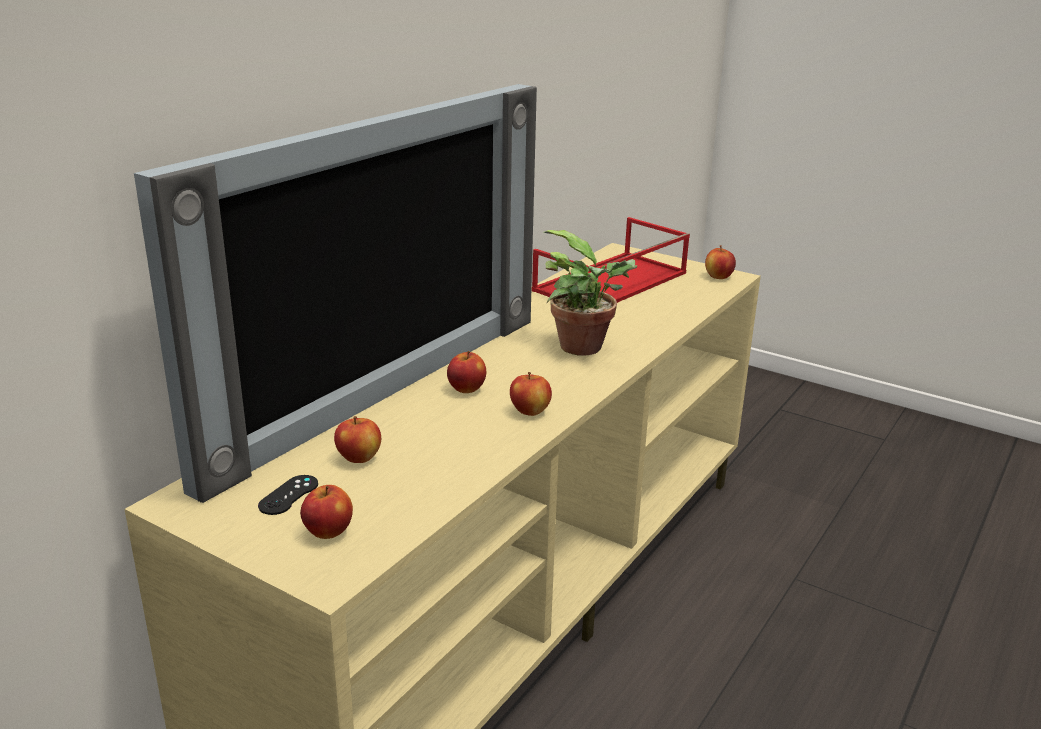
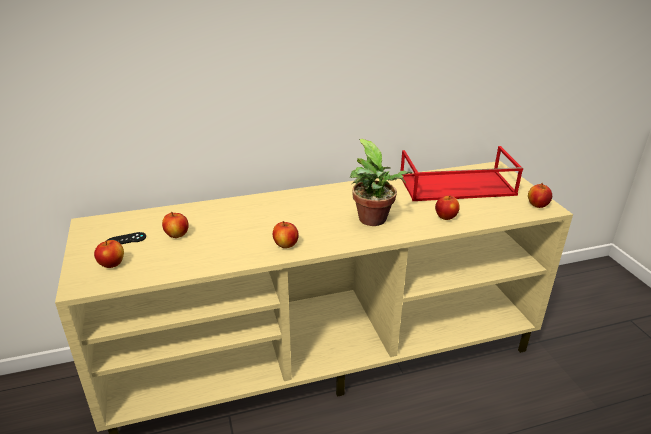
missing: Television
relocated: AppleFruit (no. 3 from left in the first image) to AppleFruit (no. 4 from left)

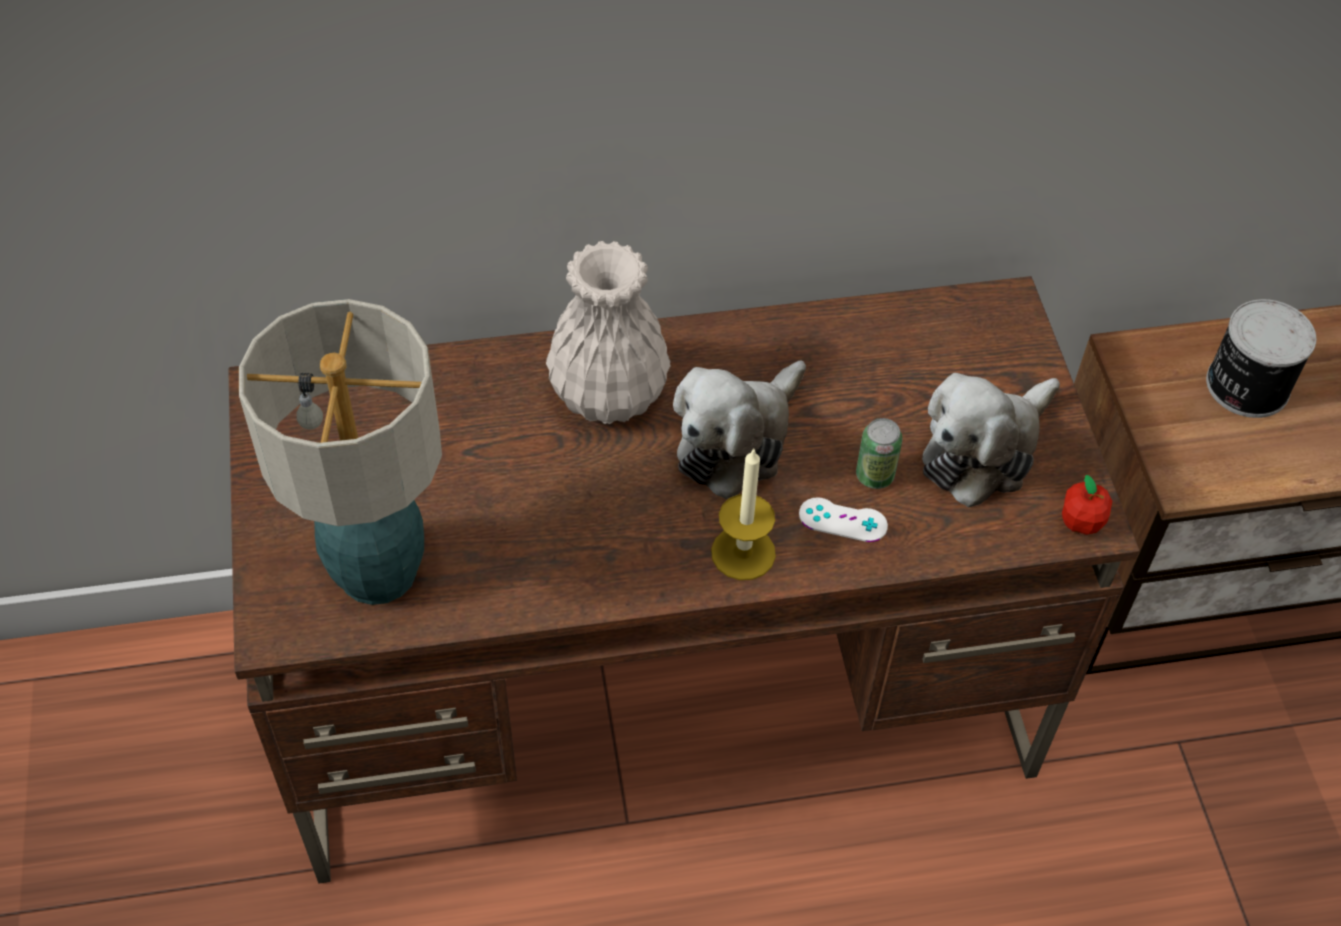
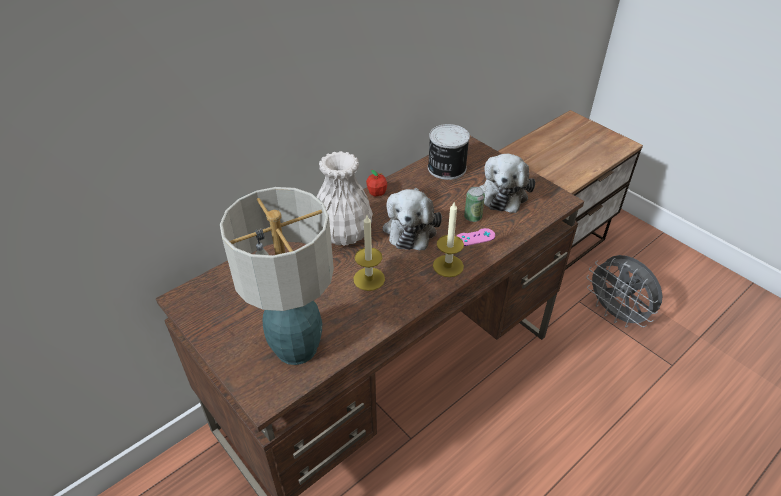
appeared: WaxLight (no. 1 from left); GreyElectricFan
relocated: Can (no. 2 from left in the first image) to Can (no. 1 from left); AppleFruit
colour: WhiteColouredGamepad to PinkColouredGamepad

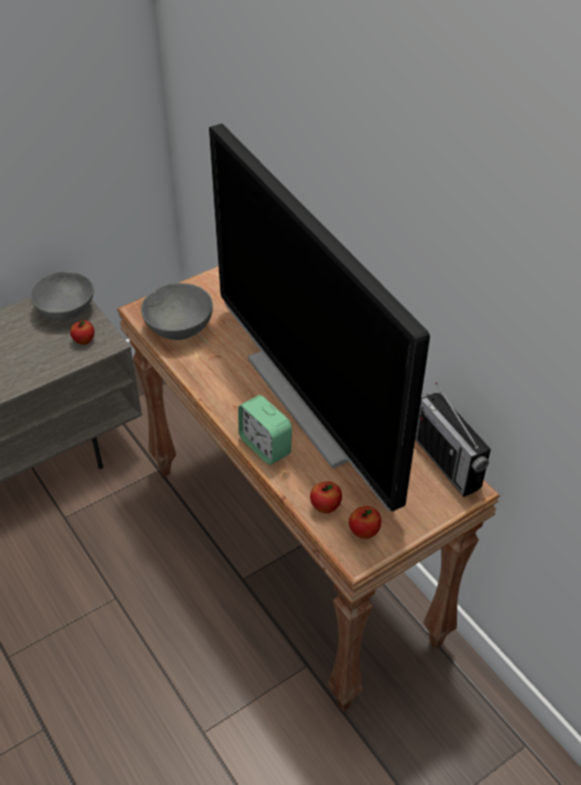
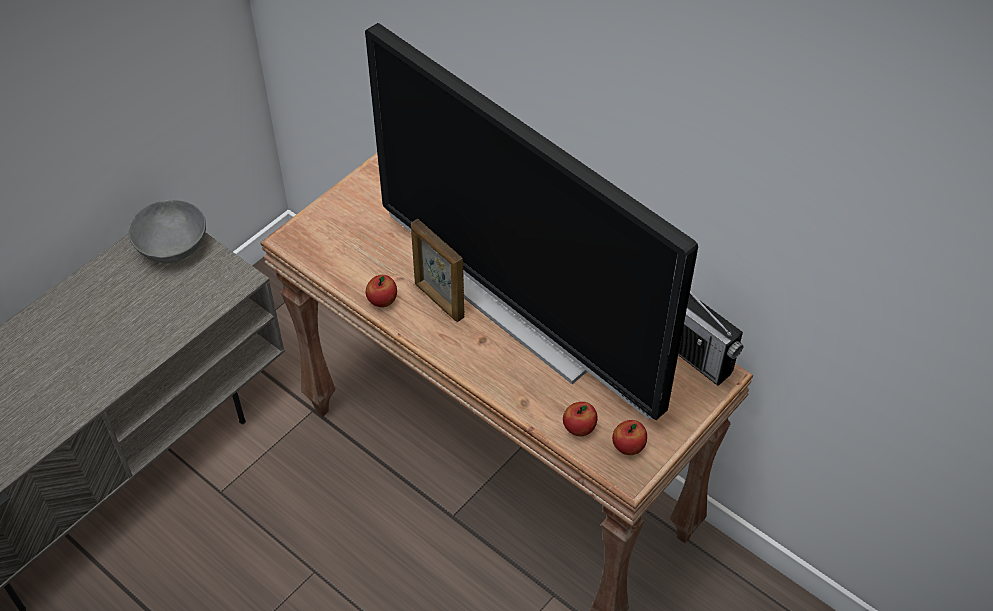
missing: GreyServingBowl (no. 2 from left); TableClock
appeared: PictureFrame
relocated: AppleFruit (no. 1 from left)

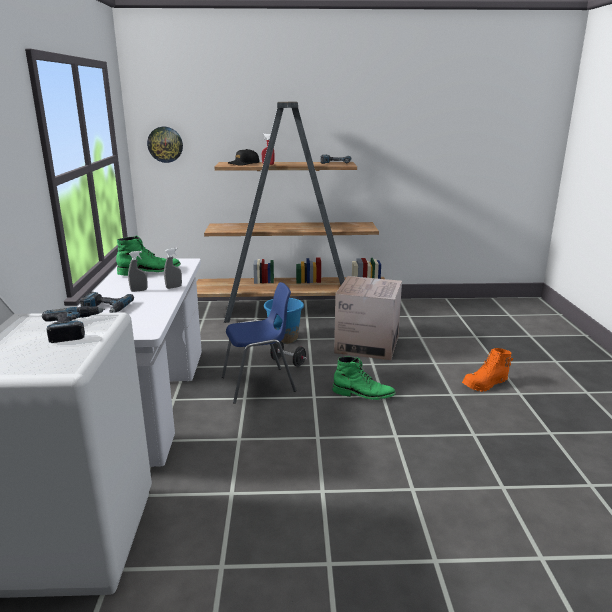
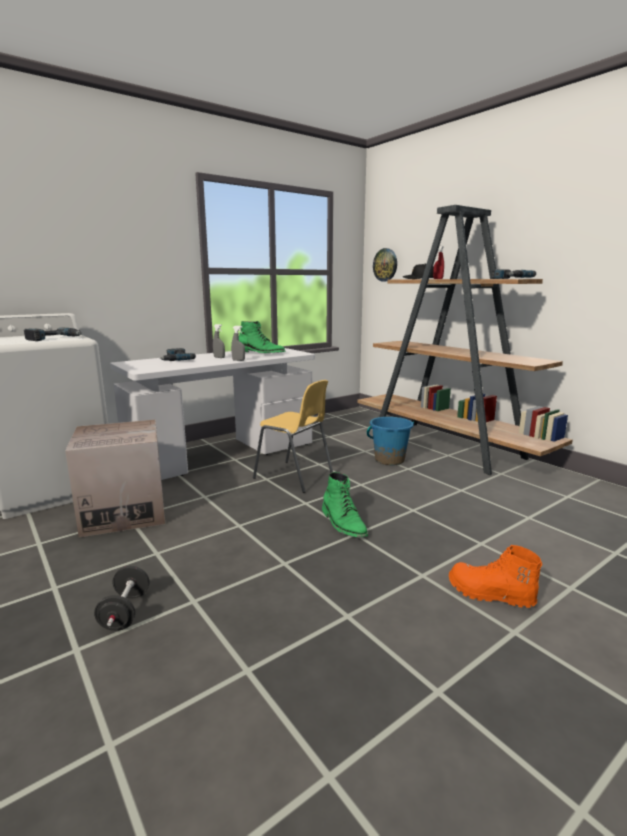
relocated: PackingBox; BlackColouredFreeWeight
colour: BlueChair to YellowChair

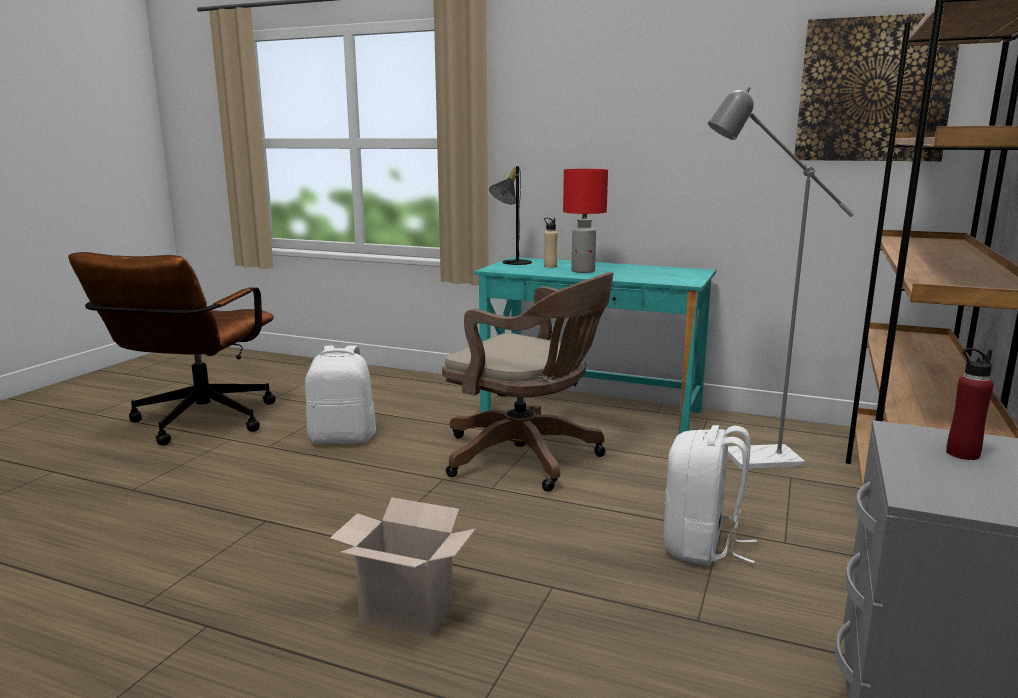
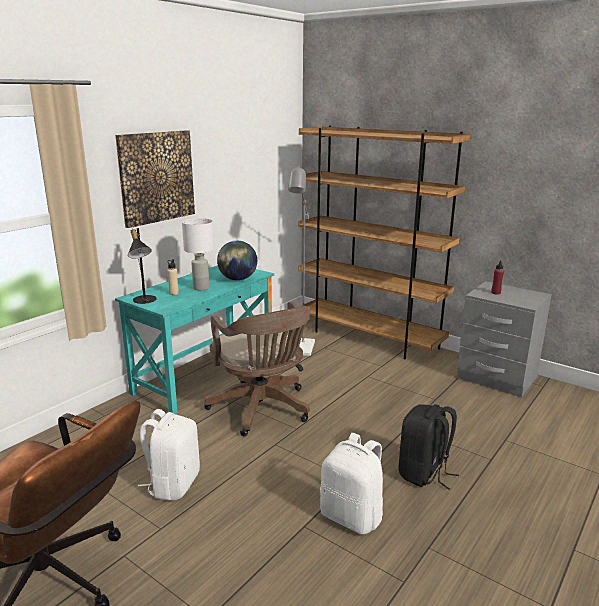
appeared: DeskGlobe
relocated: Picture; WhiteColouredBackpack (no. 2 from left)
exchanged: PackingBox to BlackColouredBackpack
colour: ReddishTableLamp to WhiteColouredTableLamp
spun: BrownColouredComputerChair (no. 2 from left) 105 degrees clockwise

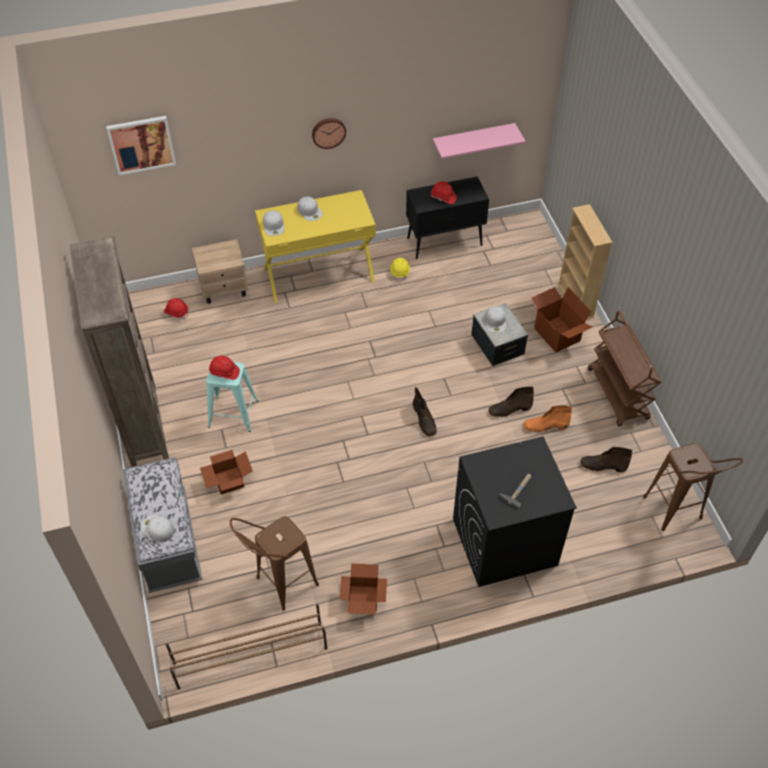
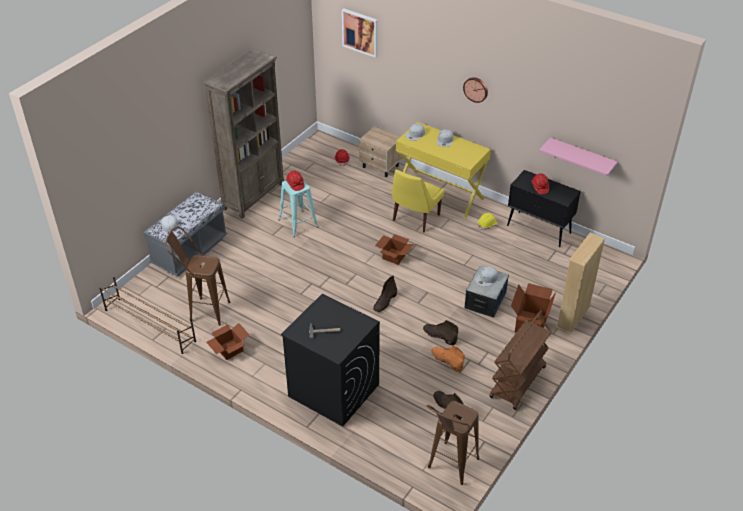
appeared: YellowChair
relocated: PackingBox (no. 1 from left in the first image) to PackingBox (no. 2 from left)

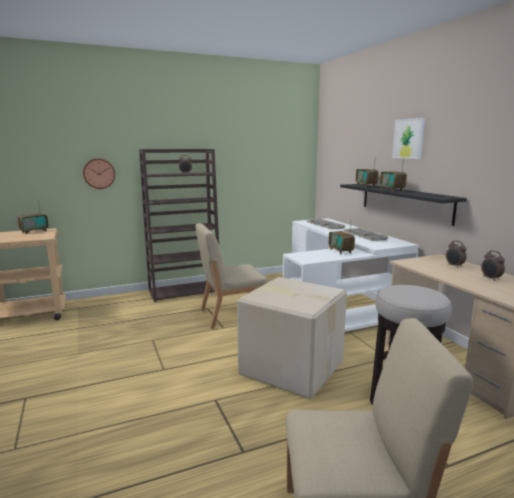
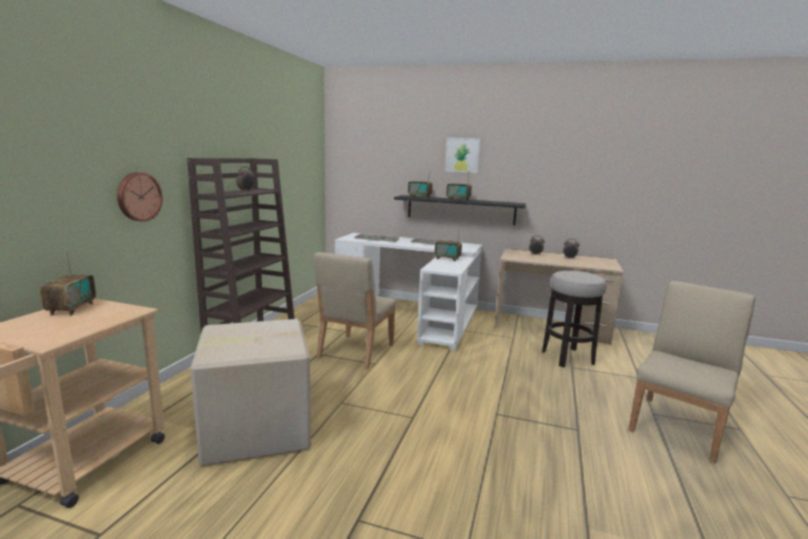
relocated: PackingBox

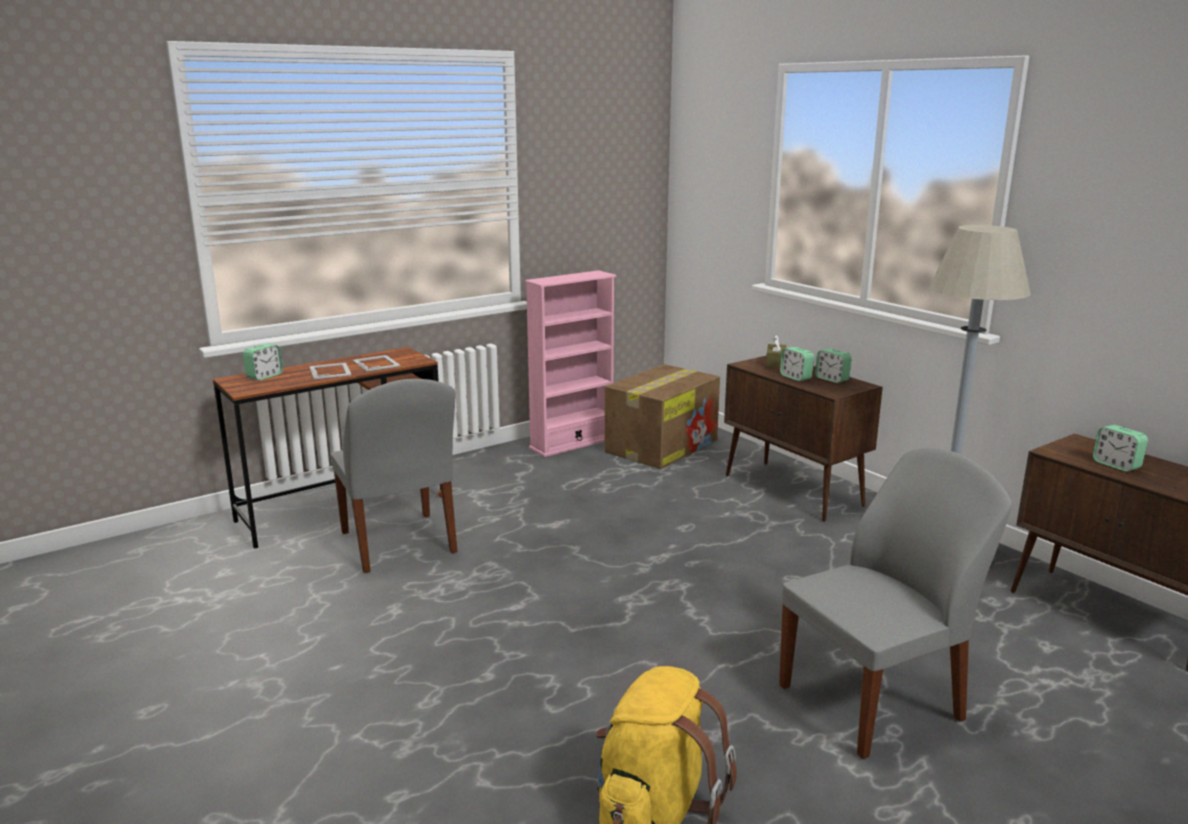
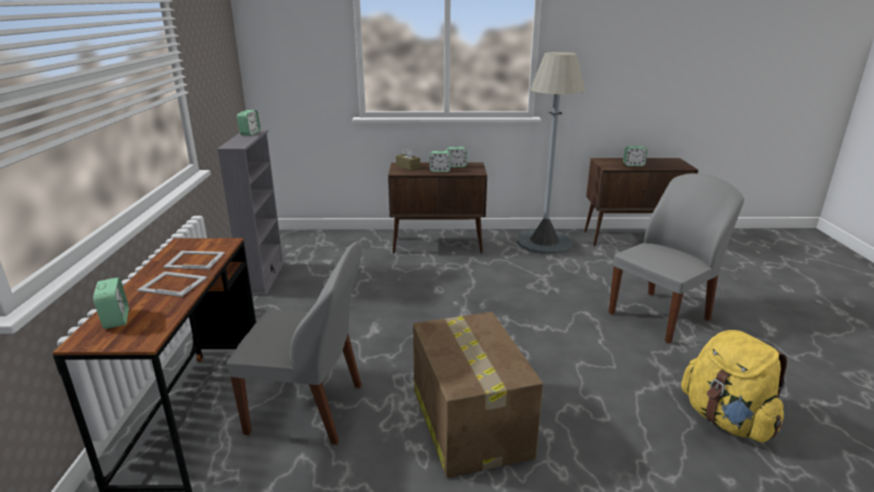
appeared: TableClock (no. 2 from left)
relocated: PackingBox
colour: PinkColouredBookcase to GreyBookcase
spun: GreyChair (no. 2 from left) 45 degrees clockwise

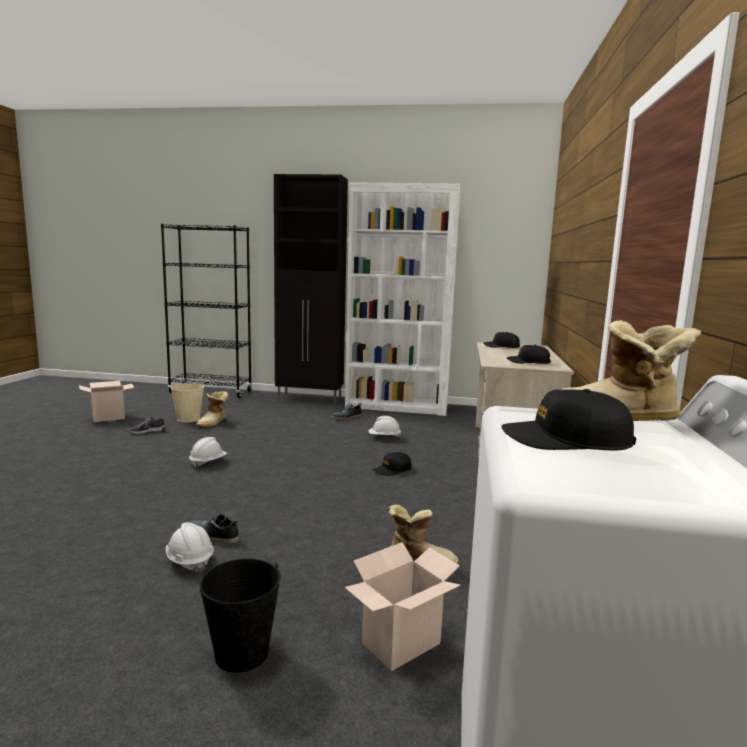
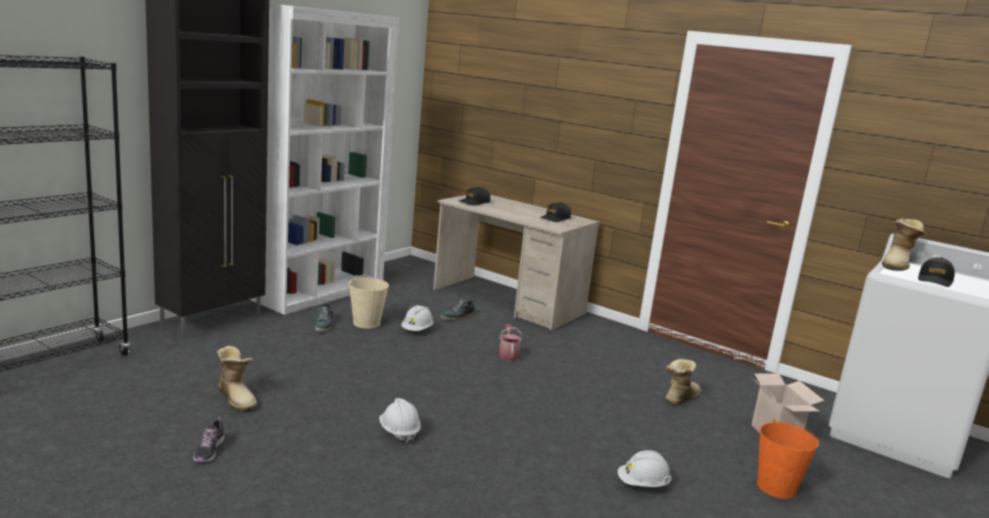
missing: PackingBox (no. 1 from left)
relocated: SandColouredWaterBucket; LowShoe (no. 2 from left in the first image) to LowShoe (no. 3 from left)
exchanged: BlackColouredPeakedCap (no. 1 from left) to WateringCan
colour: BlackColouredWaterBucket to OrangeColouredWaterBucket

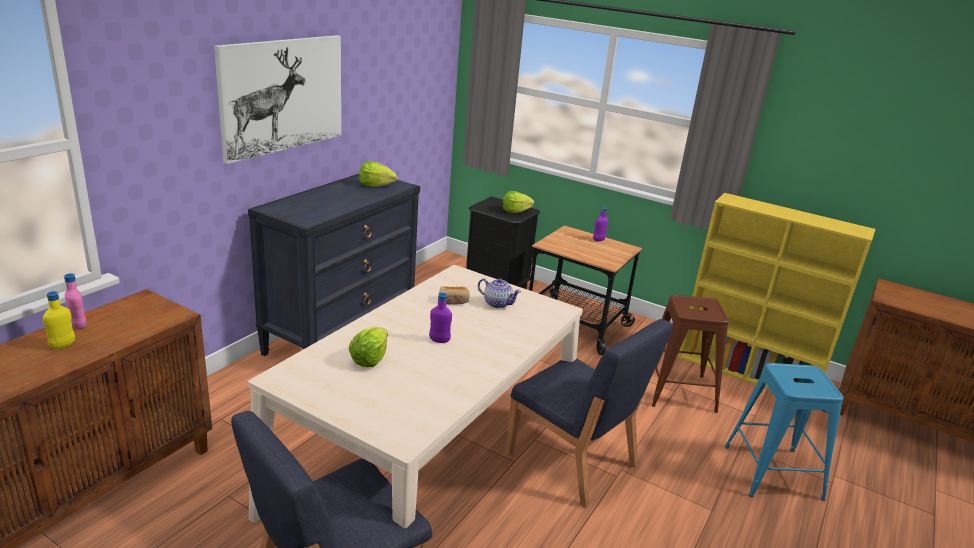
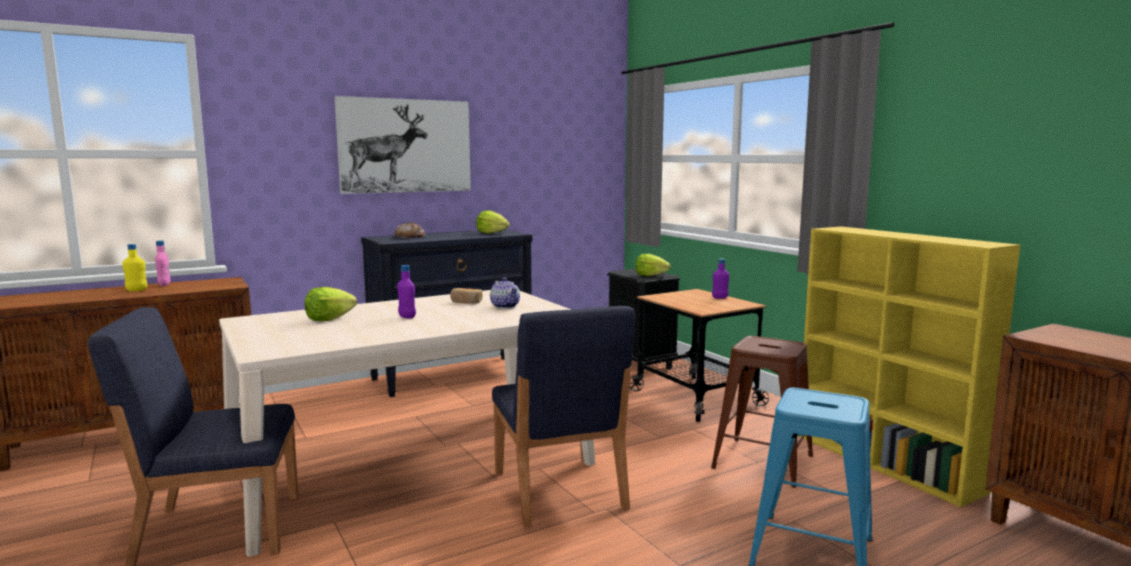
appeared: BakeryBread (no. 1 from left)

